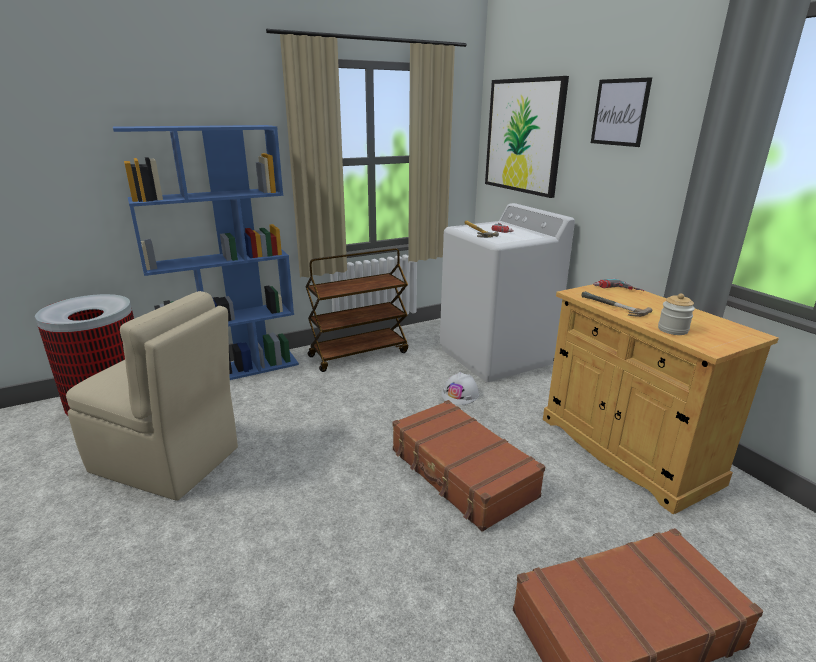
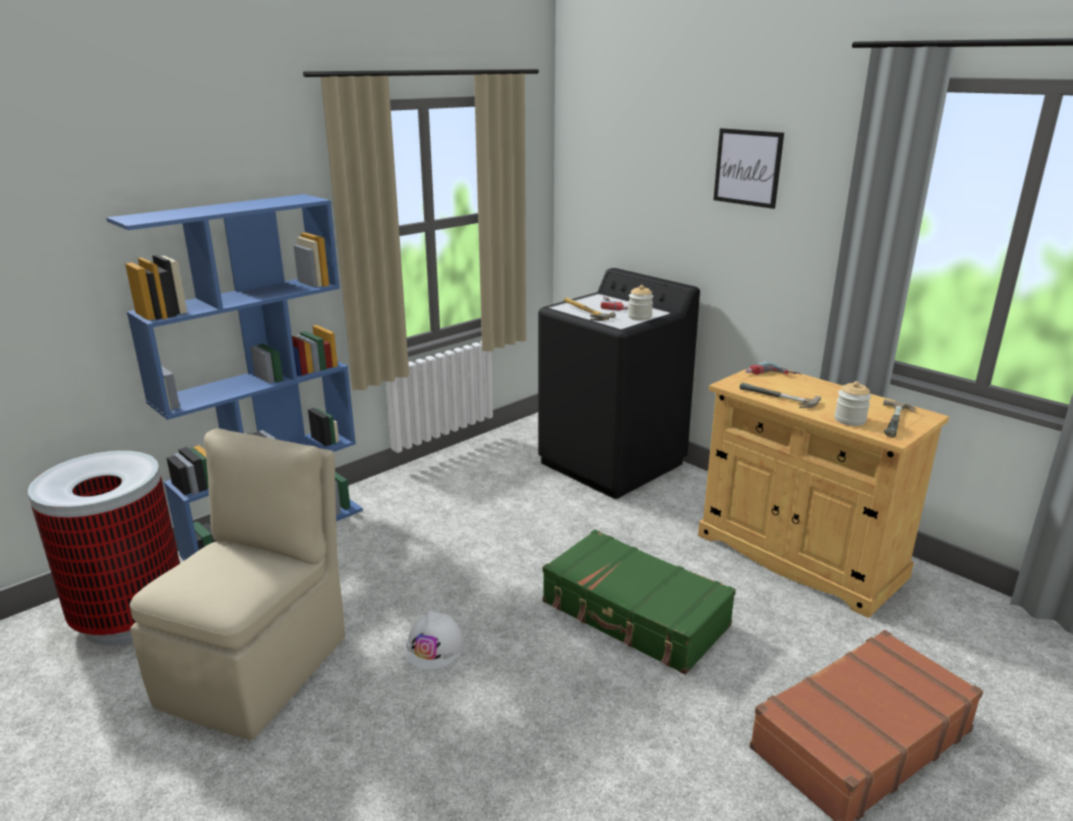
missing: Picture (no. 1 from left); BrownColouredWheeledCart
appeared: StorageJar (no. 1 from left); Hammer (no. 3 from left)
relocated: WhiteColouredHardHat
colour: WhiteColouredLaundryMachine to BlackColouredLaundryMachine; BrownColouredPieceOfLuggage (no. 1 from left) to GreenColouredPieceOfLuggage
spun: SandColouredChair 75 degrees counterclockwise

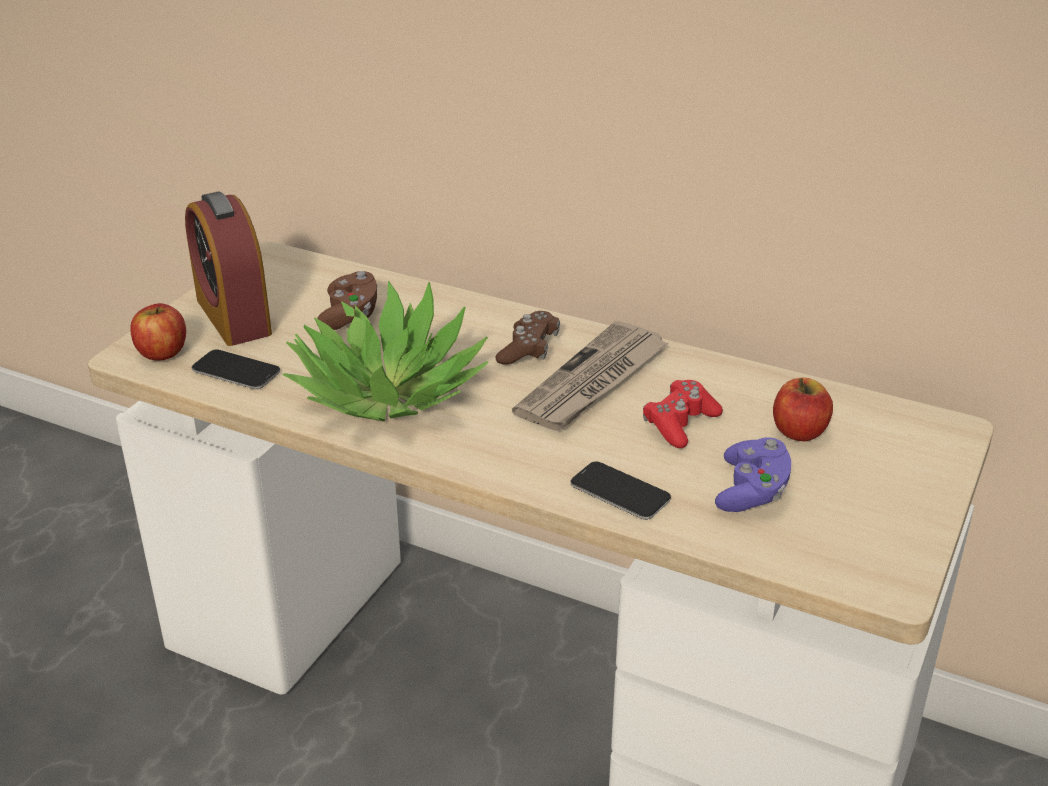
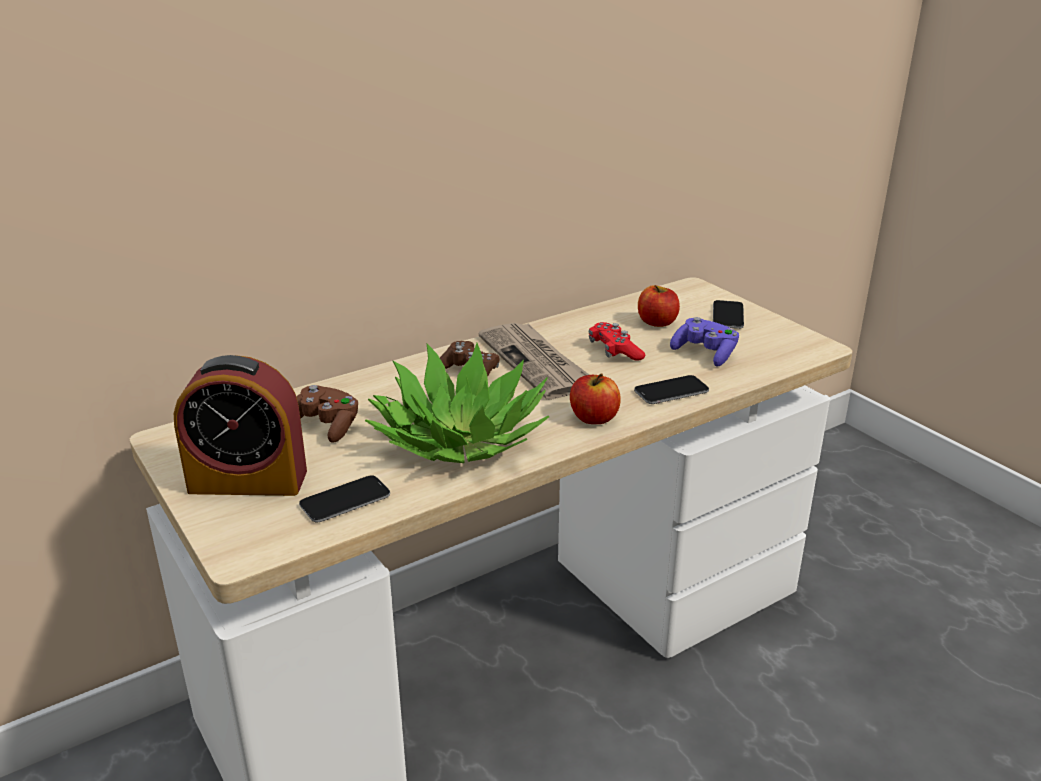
appeared: Telephone (no. 3 from left)
relocated: AppleFruit (no. 1 from left)

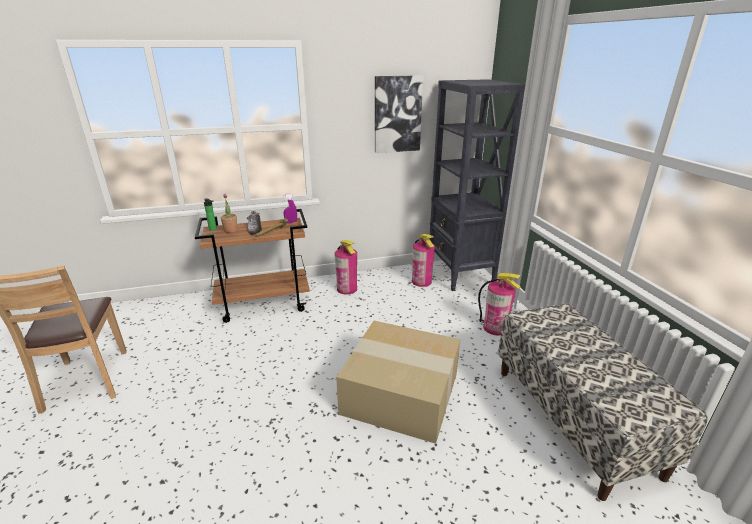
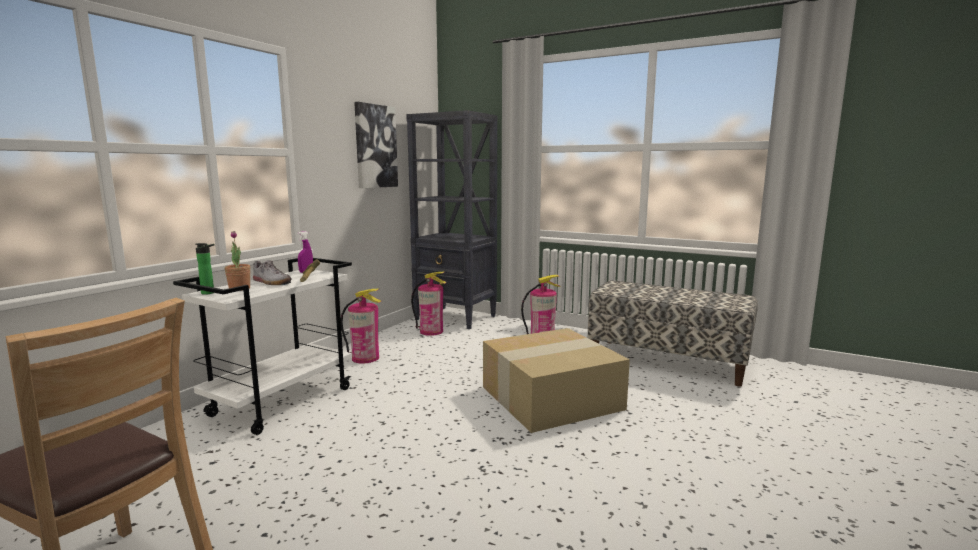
colour: BrownColouredWheeledCart to WhiteColouredWheeledCart

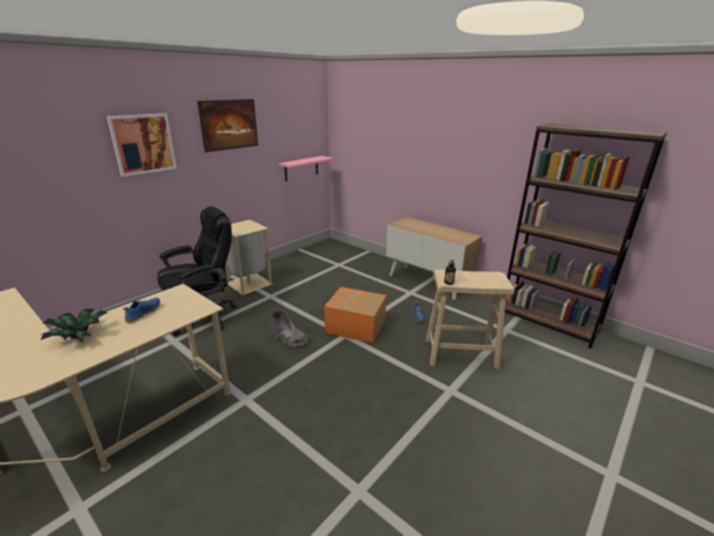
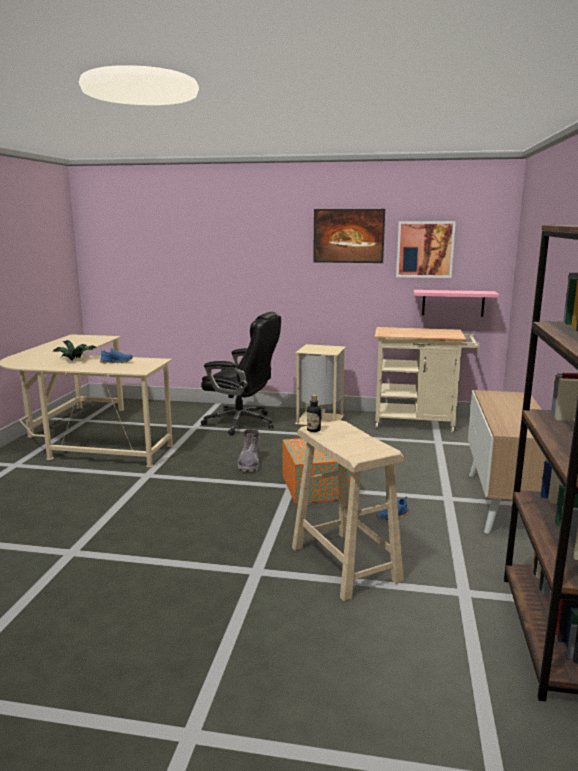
appeared: SandColouredWheeledCart
relocated: Picture (no. 1 from left in the first image) to Picture (no. 2 from left)

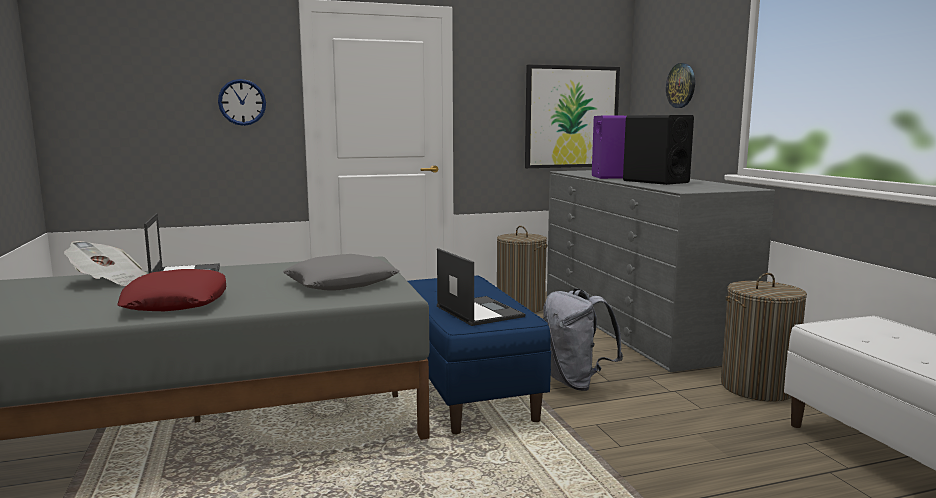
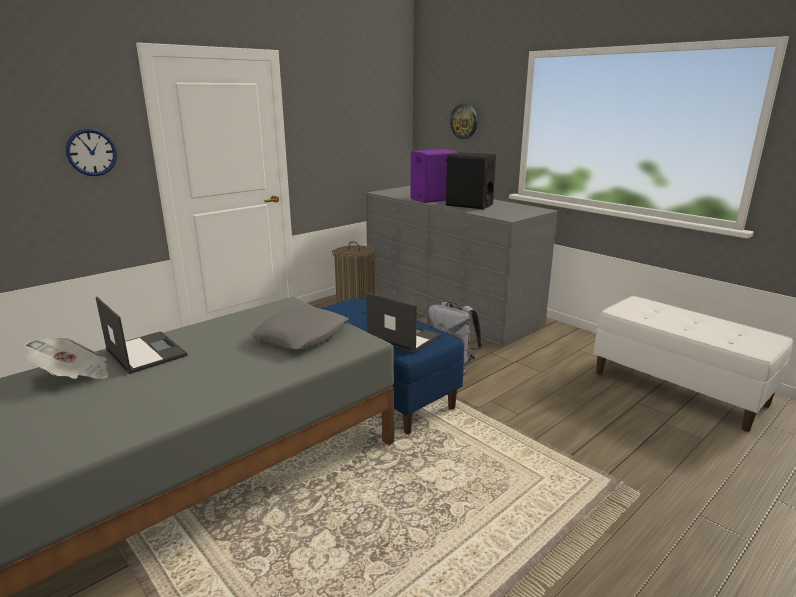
missing: Picture; ReddishThrowPillow; WashingBasket (no. 2 from left)

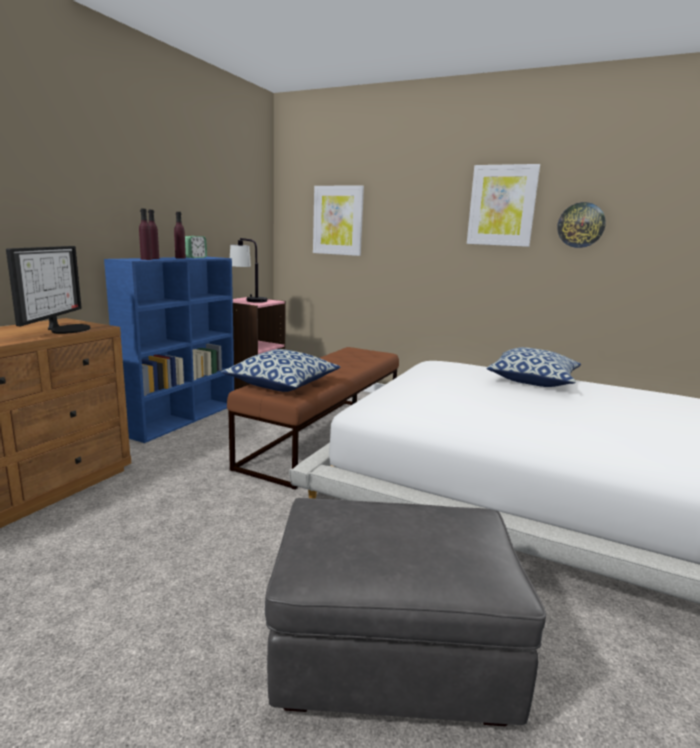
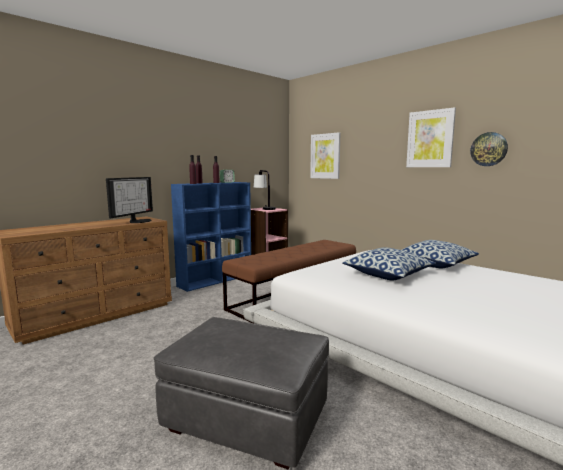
relocated: ThrowPillow (no. 1 from left)

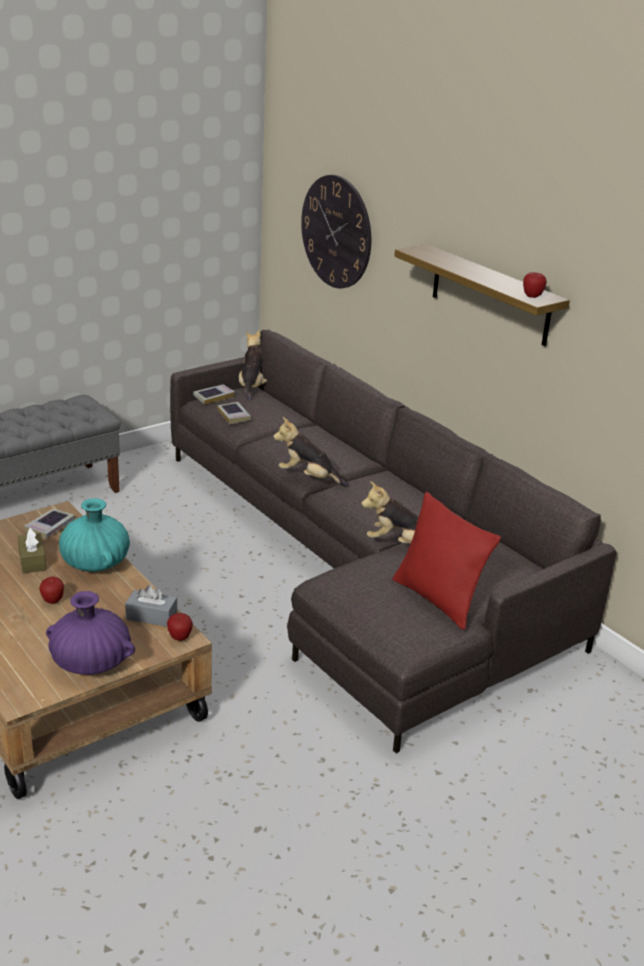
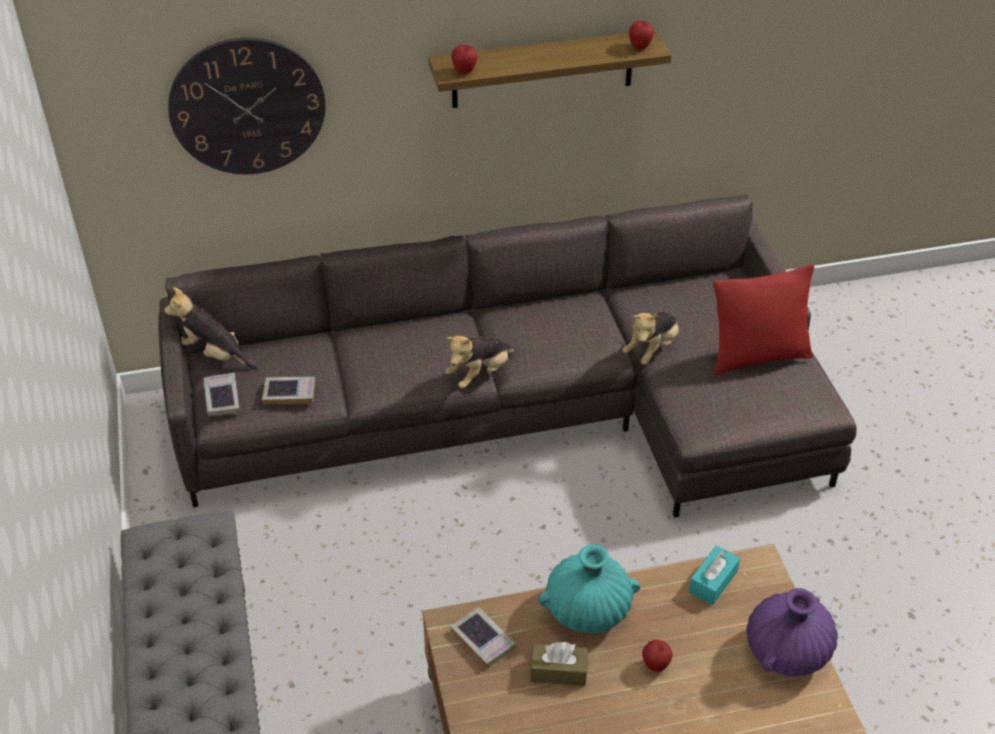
relocated: AppleFruit (no. 2 from left in the first image) to AppleFruit (no. 1 from left)
colour: GreyBoxOfTissues to BlueGreenBoxOfTissues

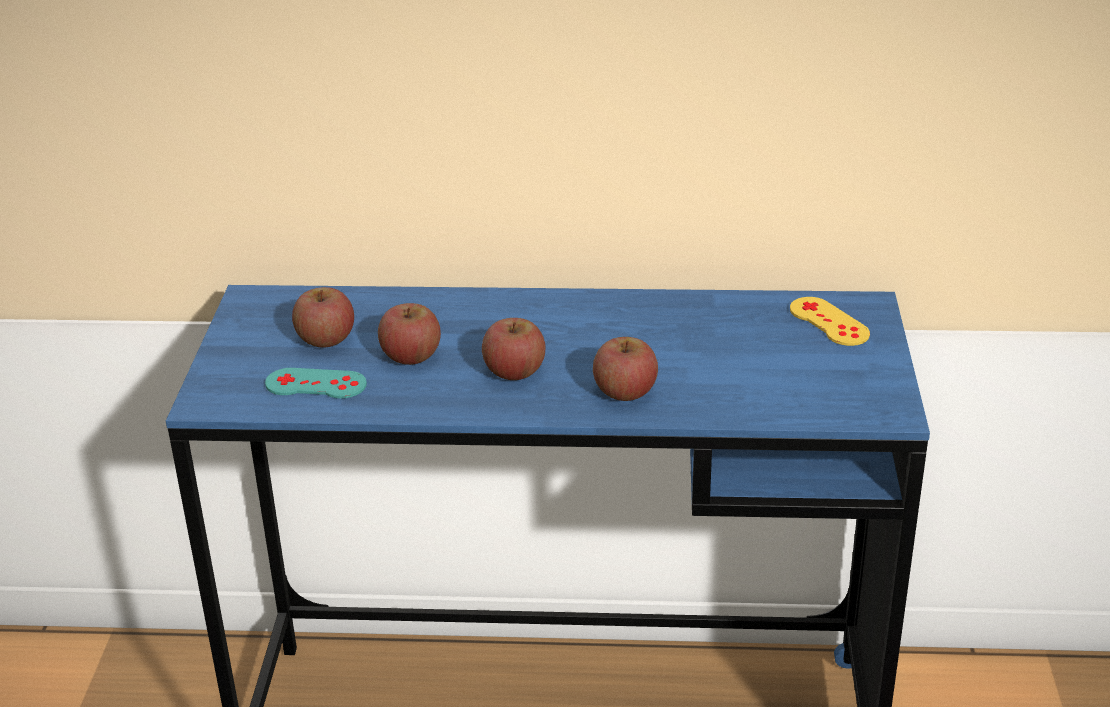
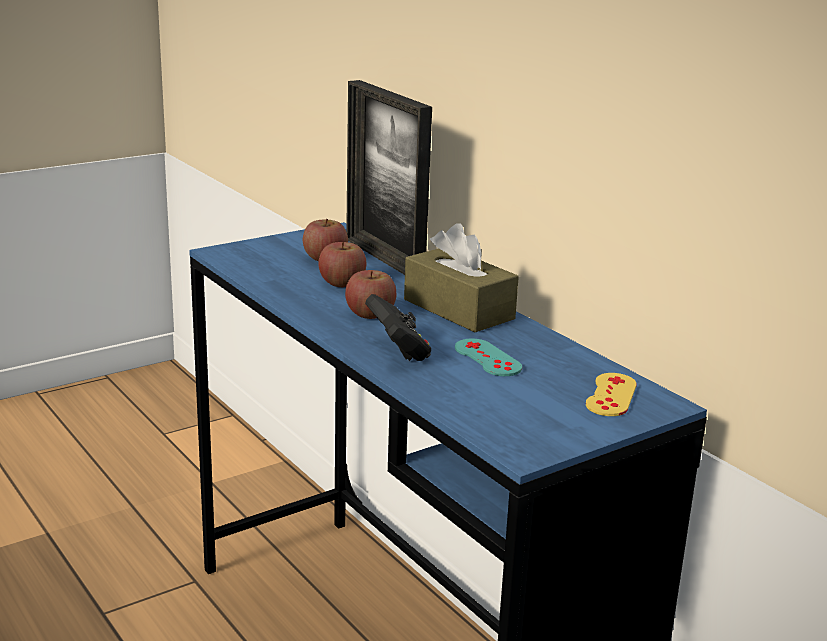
appeared: PictureFrame; BrownColouredBoxOfTissues
relocated: BlueGreenGamepad
exchanged: AppleFruit (no. 4 from left) to BlackColouredGamepad

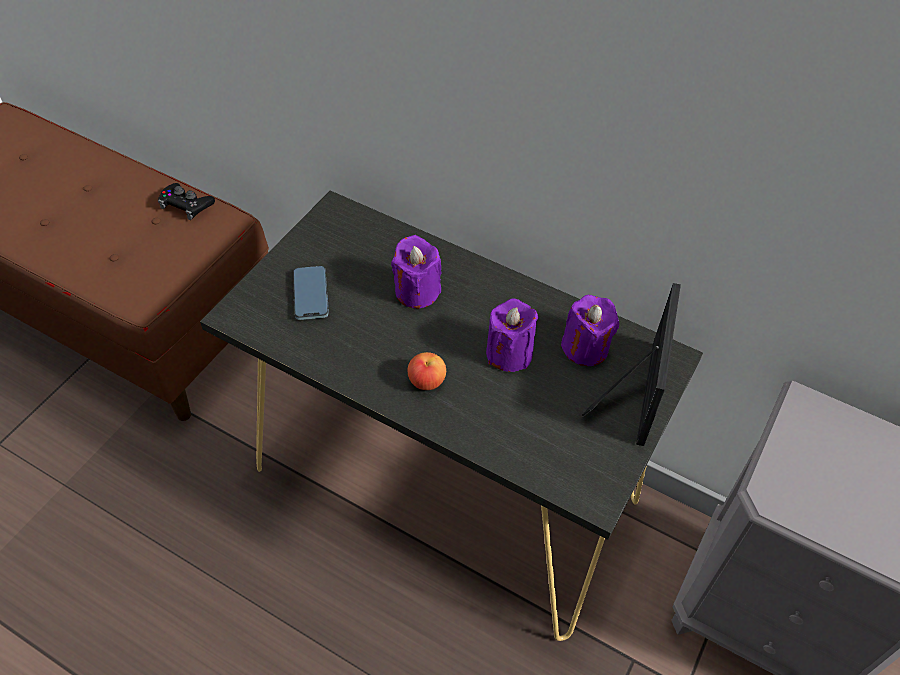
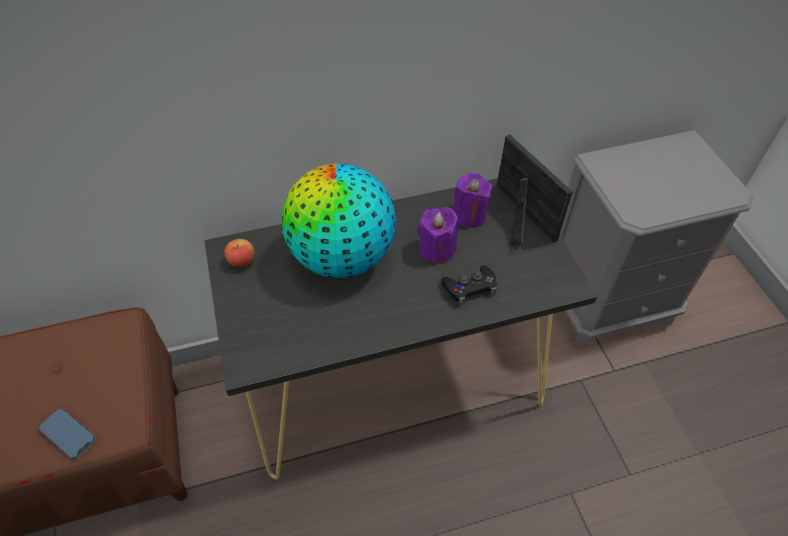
relocated: BlackColouredGamepad; Telephone; AppleFruit
exchanged: PurpleColouredWaxLight (no. 1 from left) to DeskGlobe

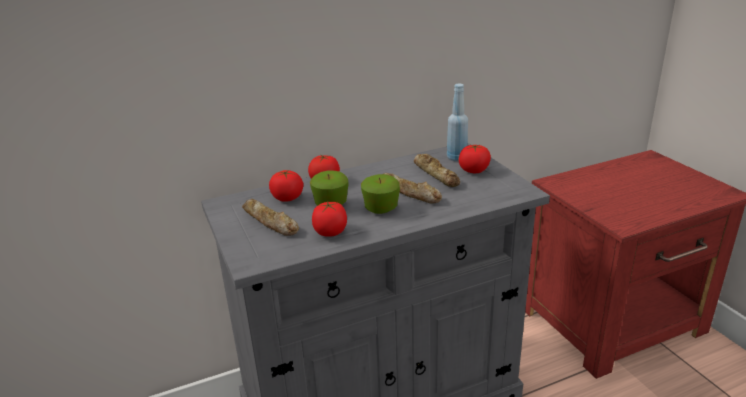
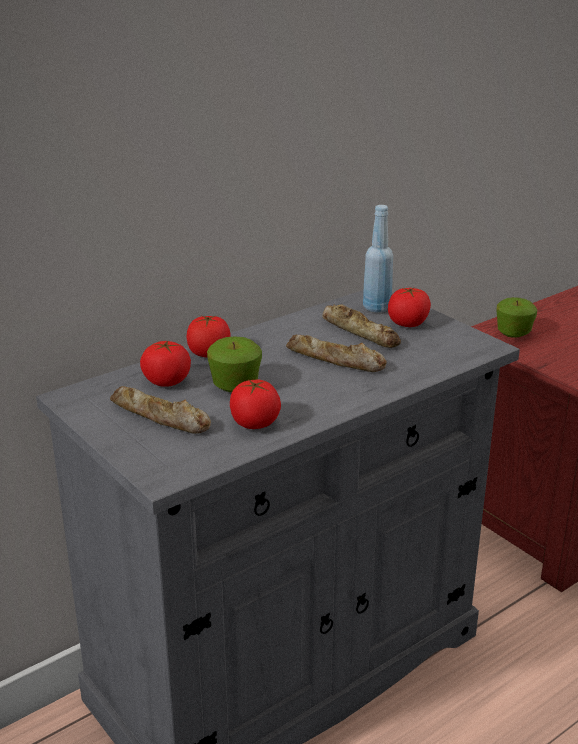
relocated: AppleFruit (no. 2 from left)

